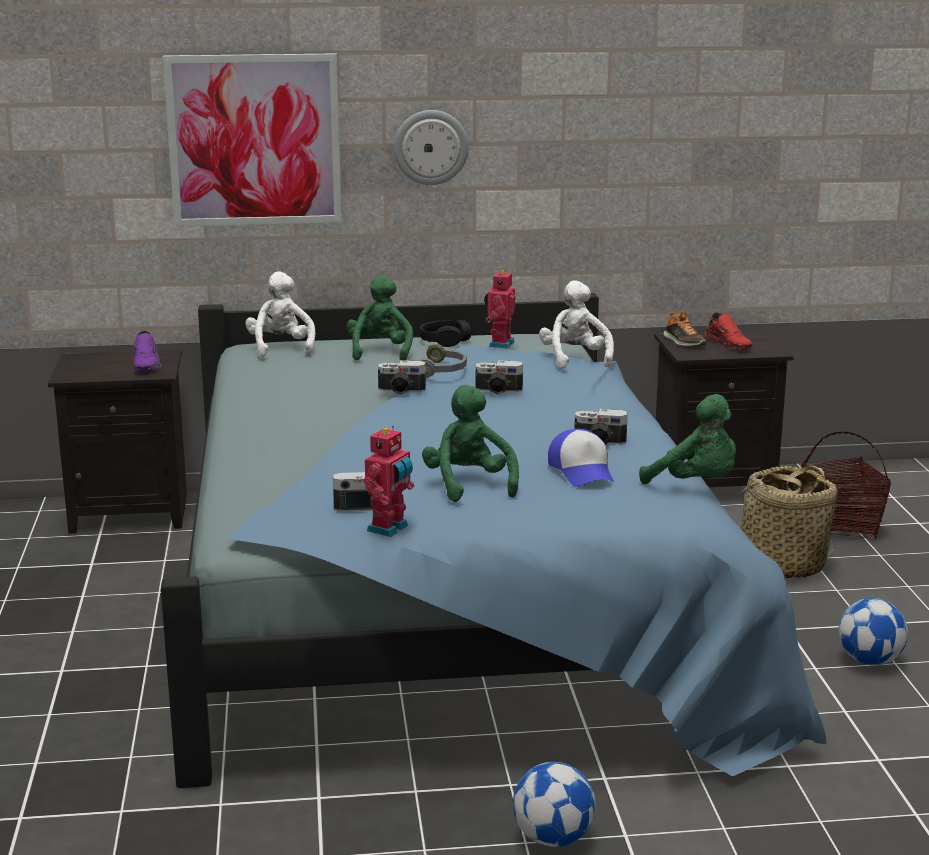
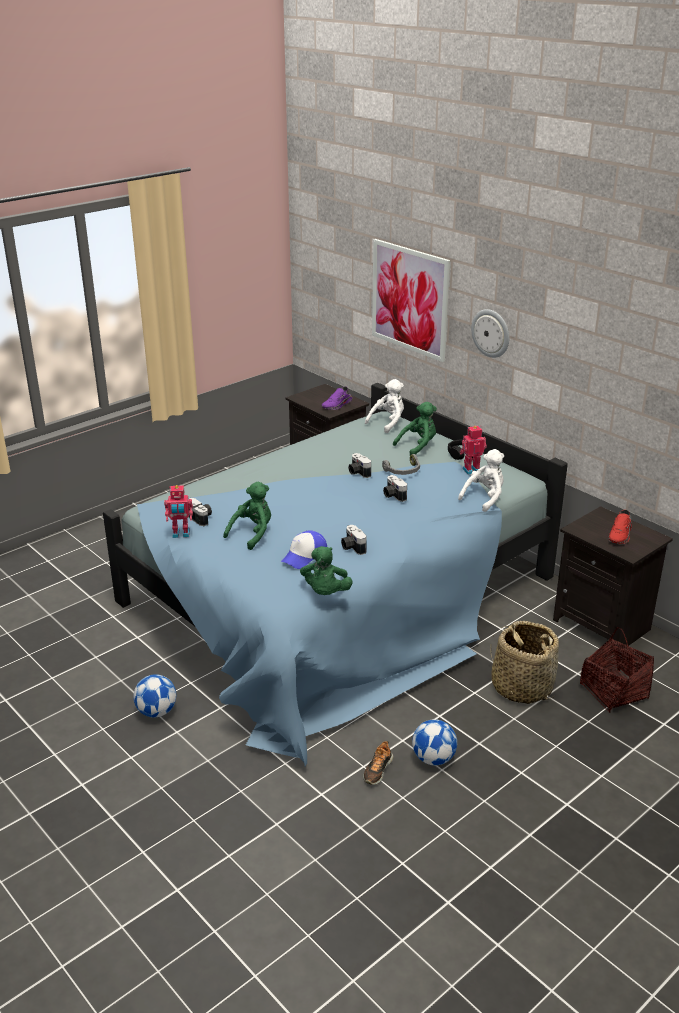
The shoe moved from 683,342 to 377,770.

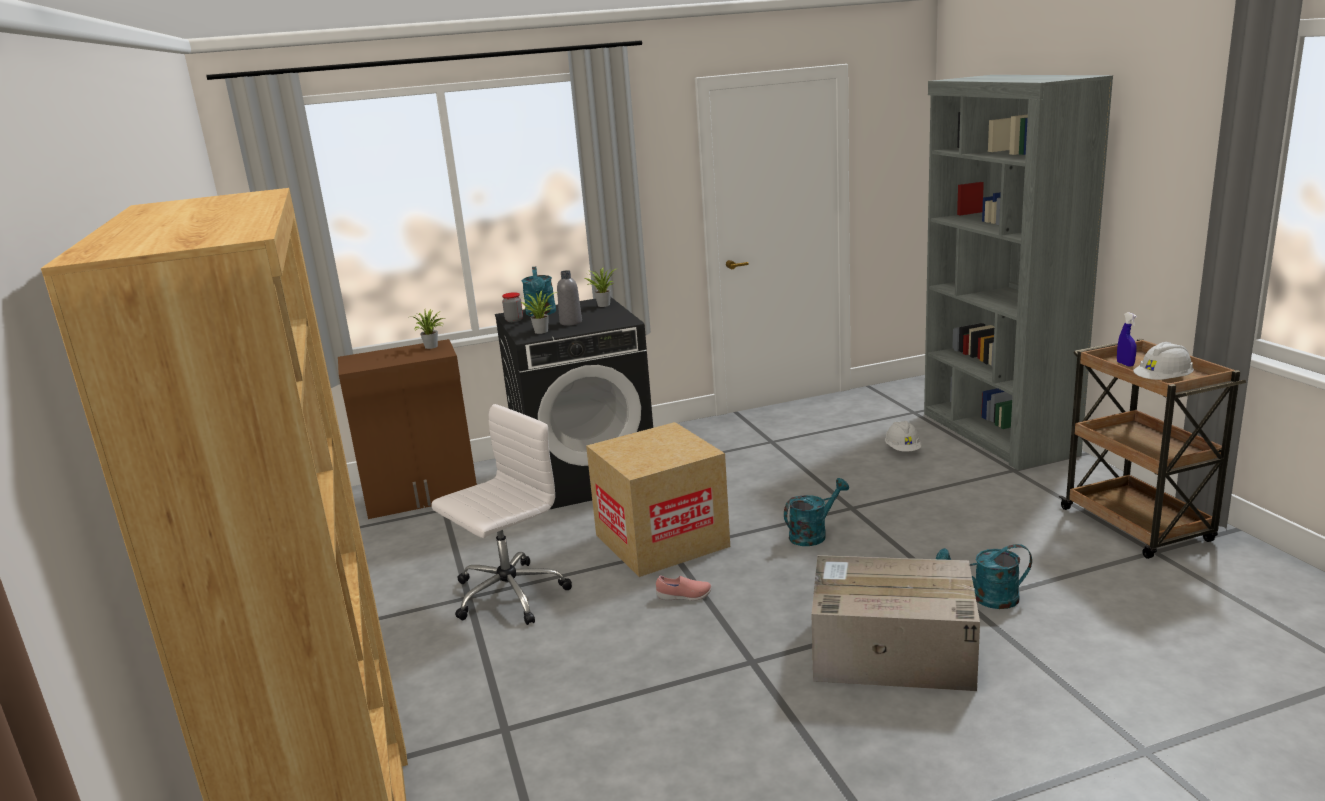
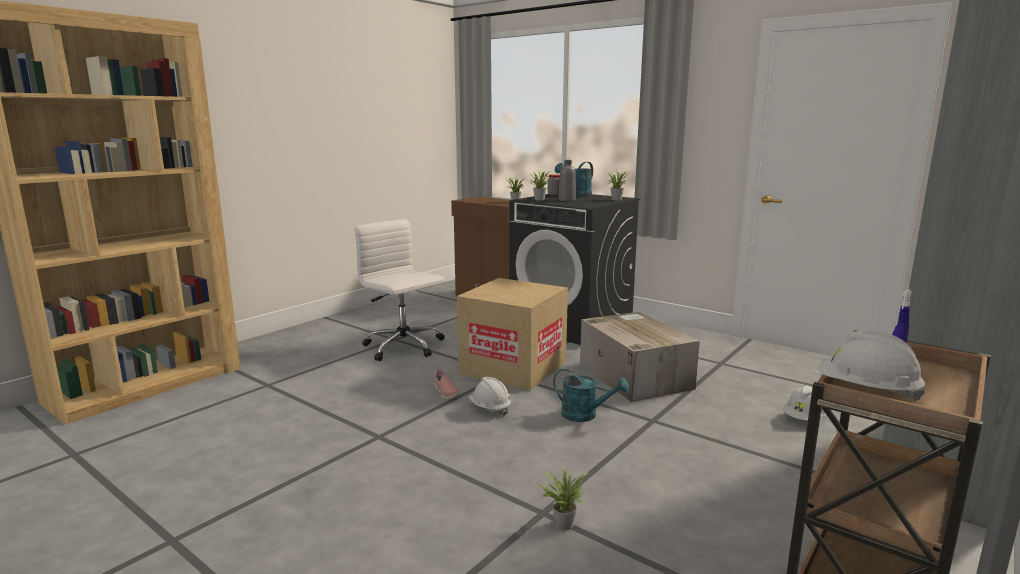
The white office chair at 507,595 turned 150 degrees counterclockwise.
The cardboard box moved from 889,651 to 633,375.
The turquoise watering can at 987,598 was replaced by the potted plant at 562,523.
The white hard hat at 490,408 appeared.

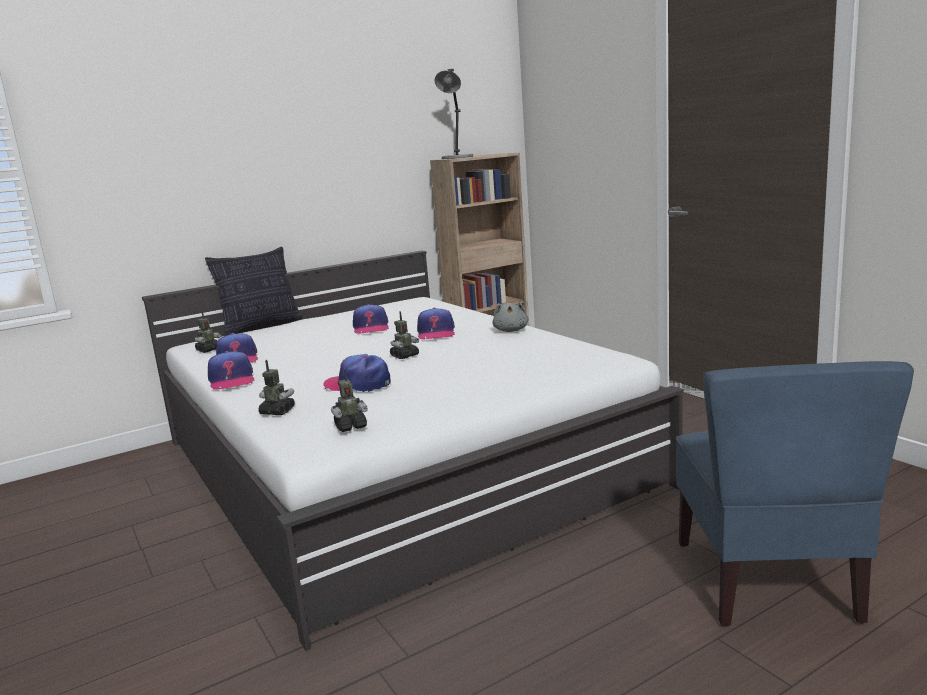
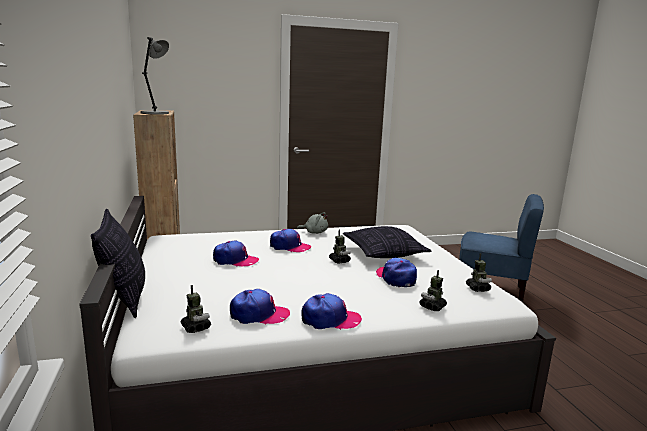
The cap at 358,384 turned 120 degrees clockwise.
The pillow at 383,253 appeared.

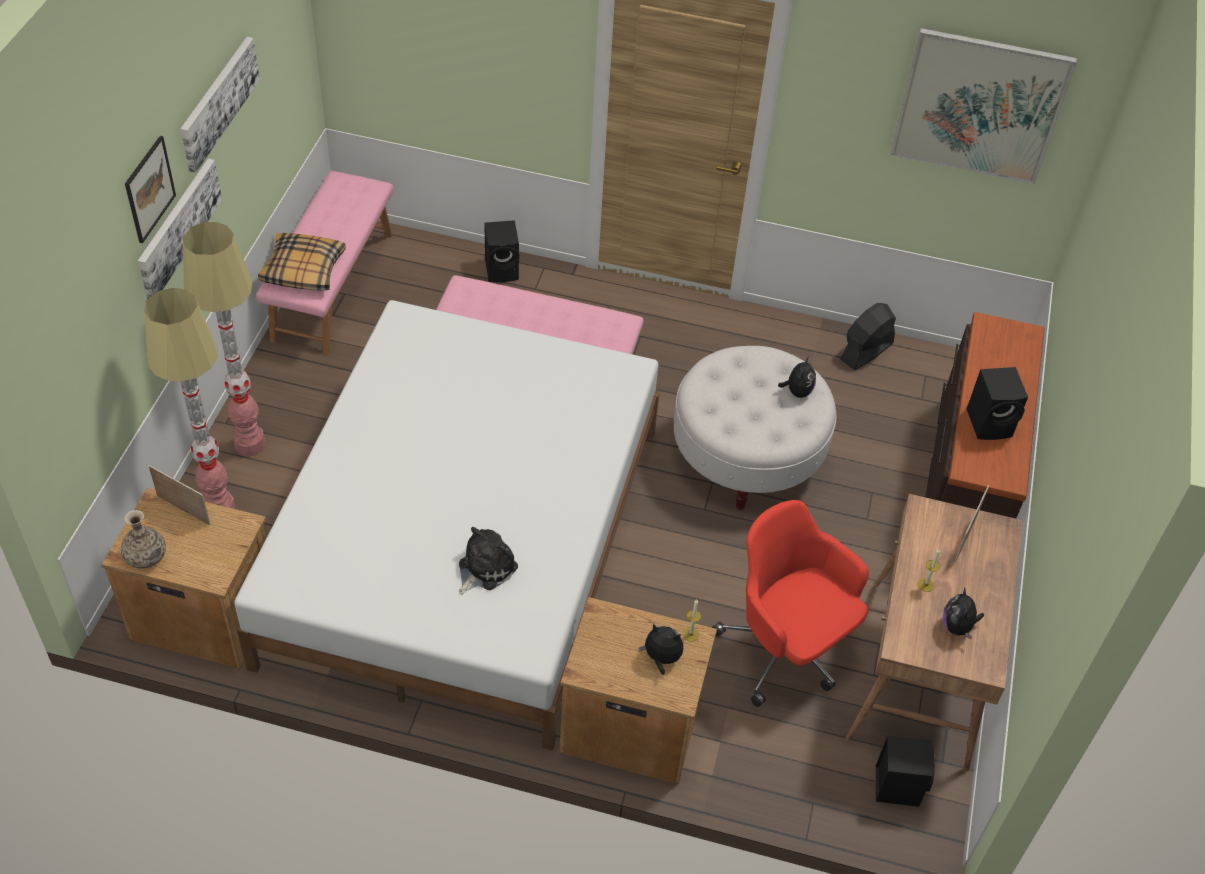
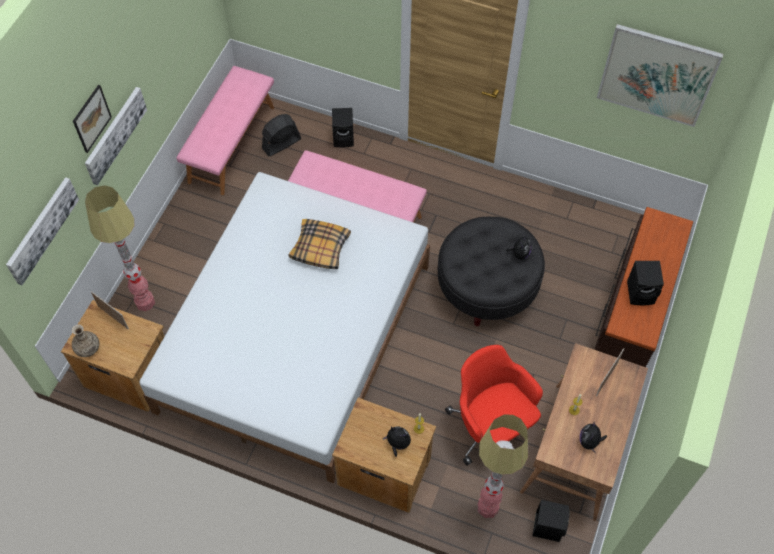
The picture moved from 218,102 to 41,230.
The floor lamp moved from 250,445 to 488,507.
The pillow moved from 303,270 to 320,248.
The plush toy at 484,568 disappeared.
The white ottoman at 746,455 became the black ottoman at 487,286.
The black fan moved from 866,351 to 281,144.

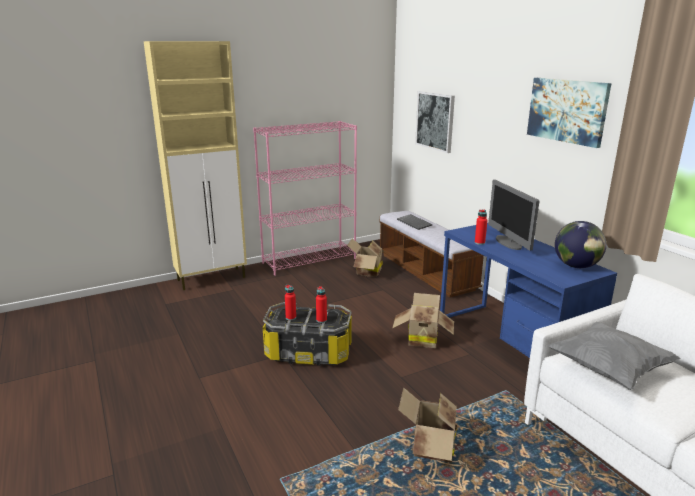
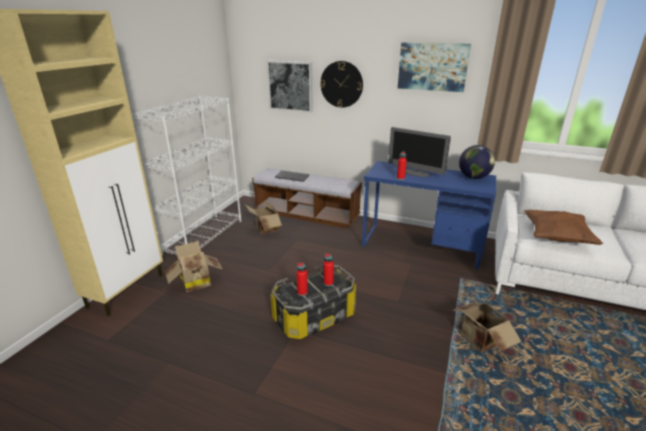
The pink bookcase at 310,260 became the white bookcase at 204,236.
The cardboard box moved from 422,339 to 194,282.
The grey pillow at 608,369 became the brown pillow at 556,237.
The wall clock at 341,84 appeared.

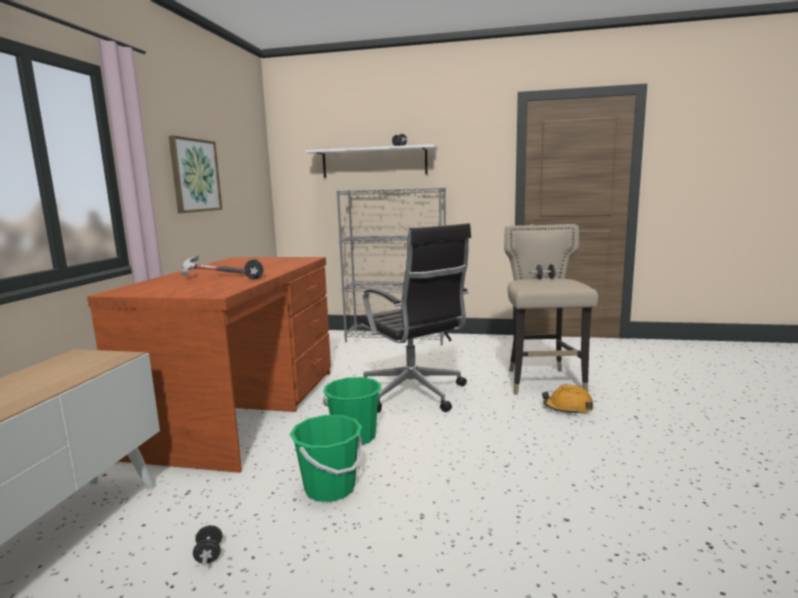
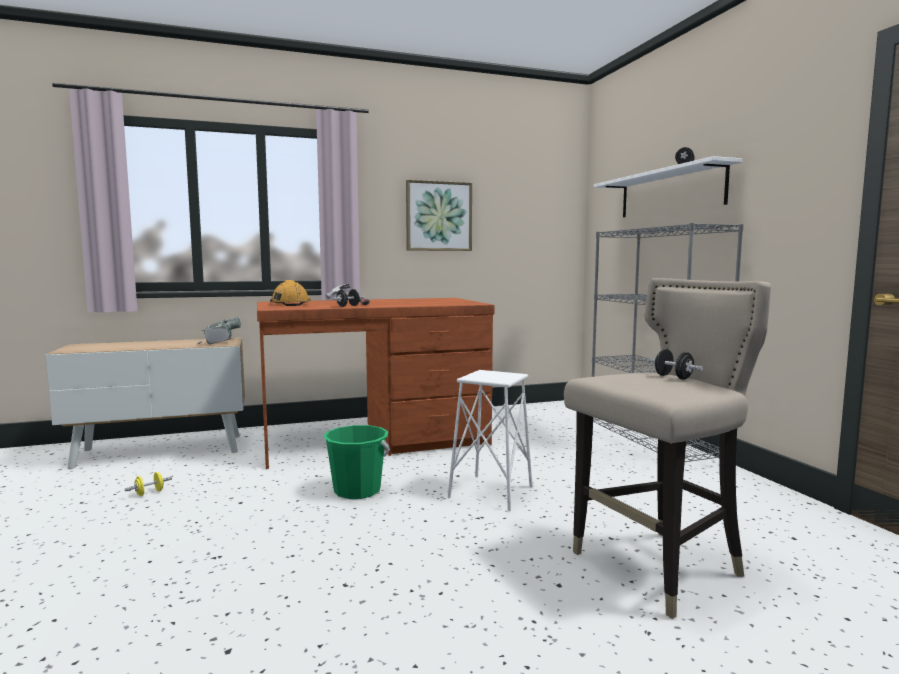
The black dumbbell at 209,555 became the yellow dumbbell at 149,493.
The green bucket at 330,488 disappeared.
The black office chair at 414,394 was replaced by the white stool at 491,492.
The orange hard hat moved from 568,408 to 290,304.
The power drill at 218,341 appeared.

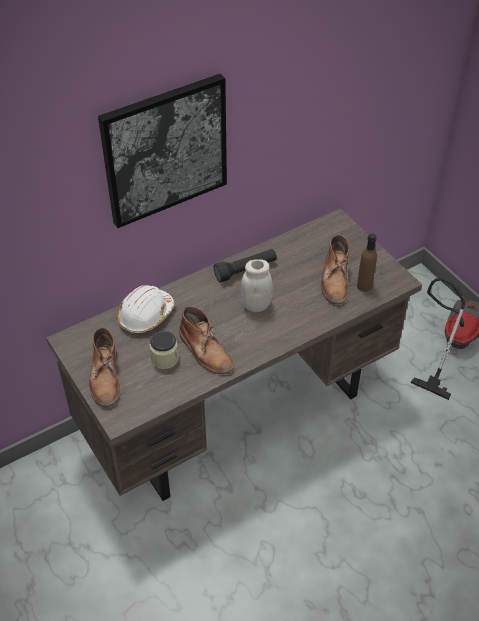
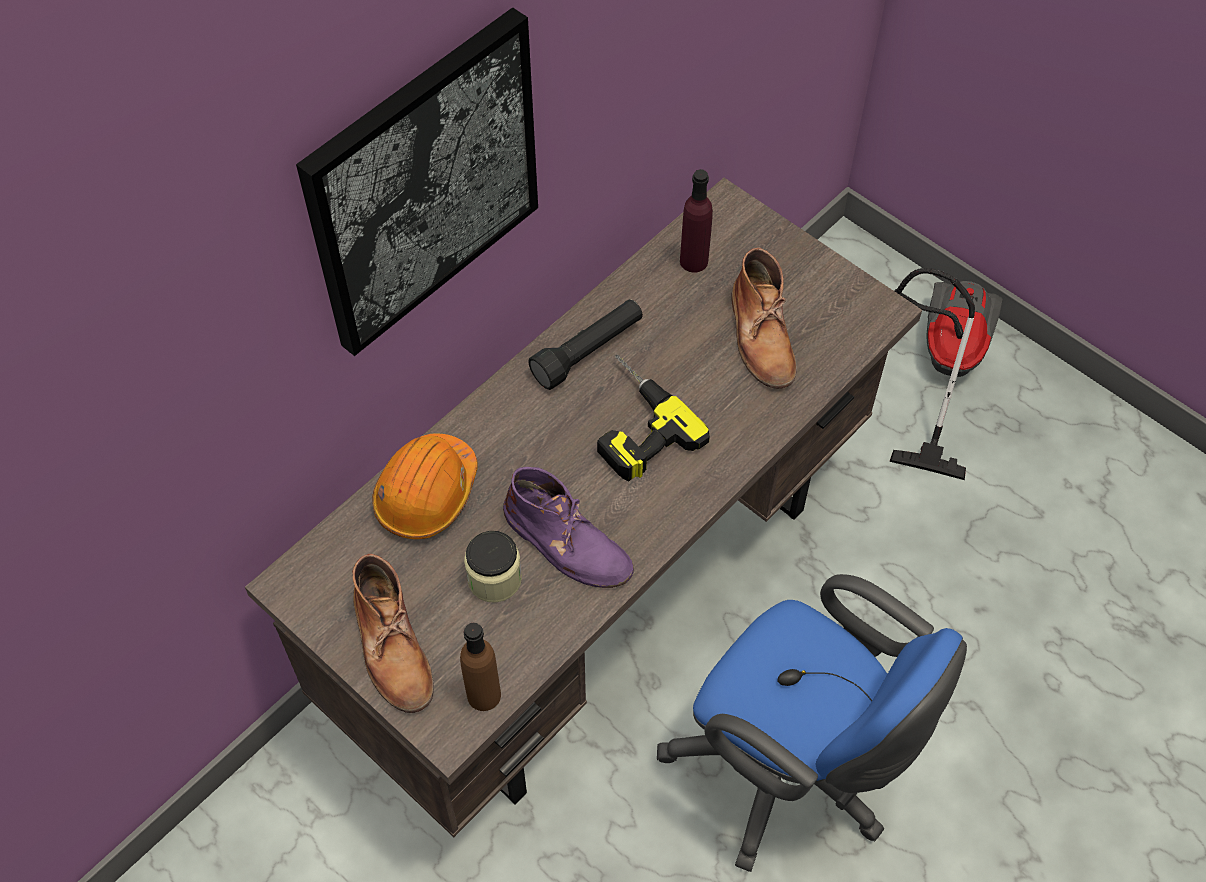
The white hard hat at 145,315 became the orange hard hat at 426,494.
The brown boot at 205,351 became the purple boot at 567,543.
The white jar at 256,305 was replaced by the power drill at 631,423.
The brown bottle moved from 364,286 to 483,695.
The blue office chair at 789,772 appeared.
The purple bottle at 694,261 appeared.

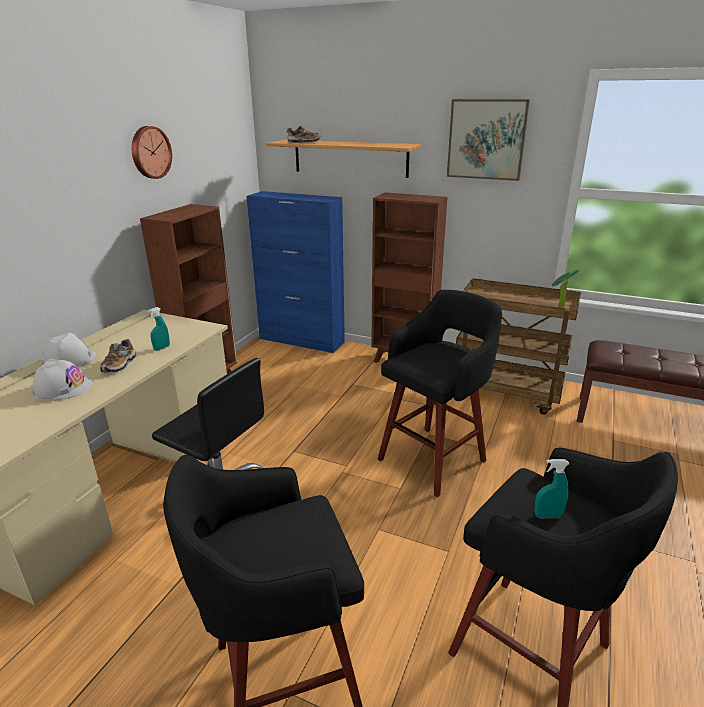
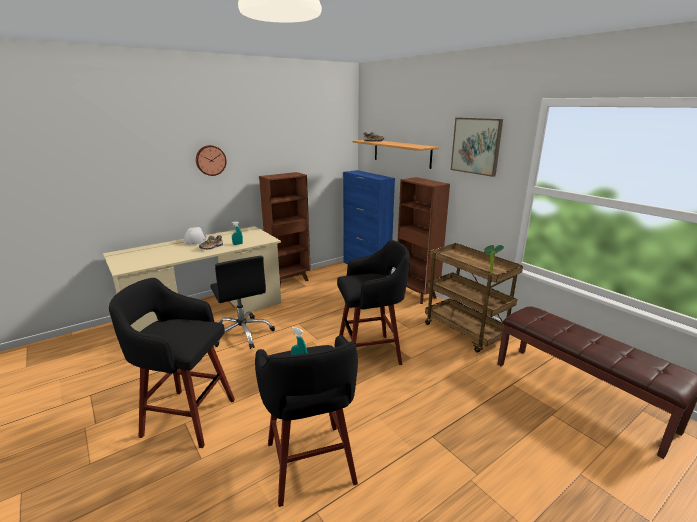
The white hard hat at 62,388 disappeared.
The wall clock moved from 150,152 to 210,160.

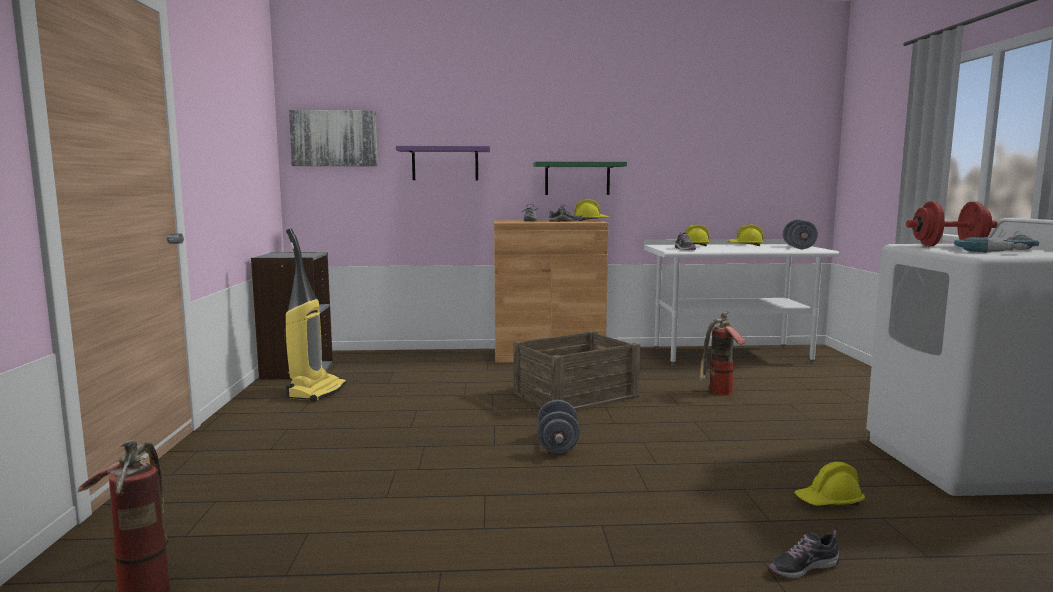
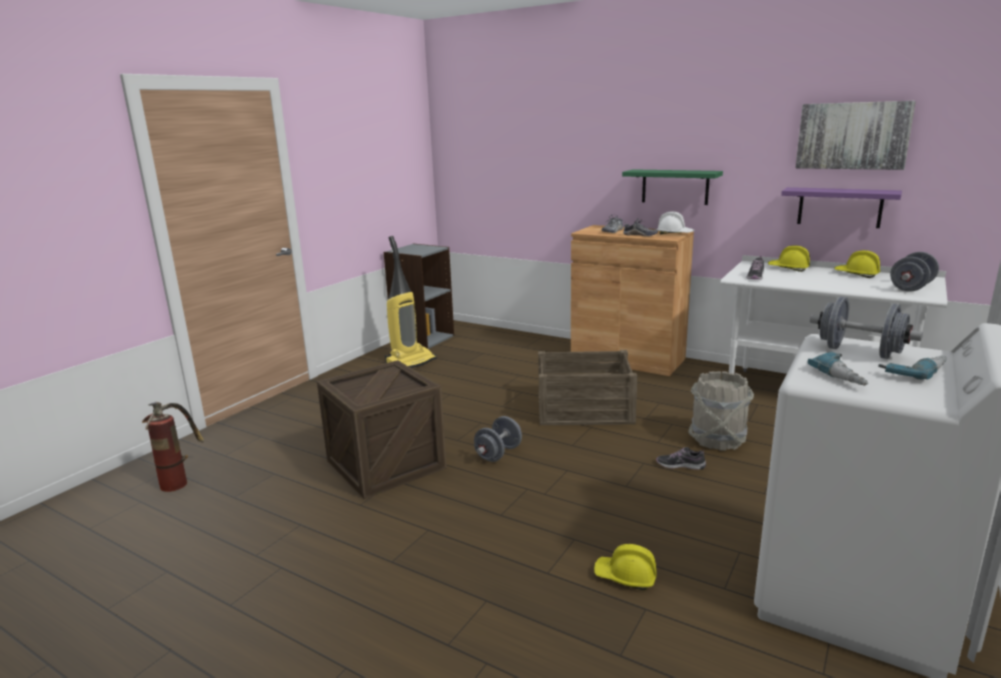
The picture moved from 334,138 to 852,136.
The purple shelf moved from 445,164 to 839,207.
The yellow hard hat at 590,220 became the white hard hat at 674,234.
The fire extinguisher at 718,394 was replaced by the grey bucket at 717,440.
The shoe moved from 803,567 to 680,465.
The red dumbbell at 948,246 became the grey dumbbell at 859,352.
The crate at 386,464 appeared.

